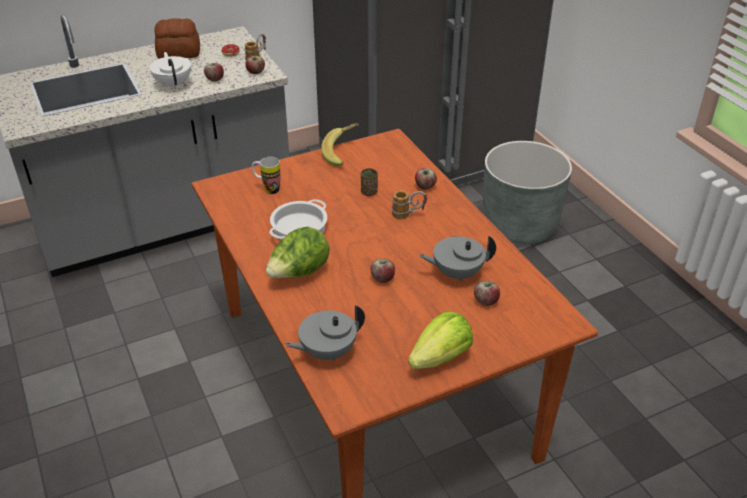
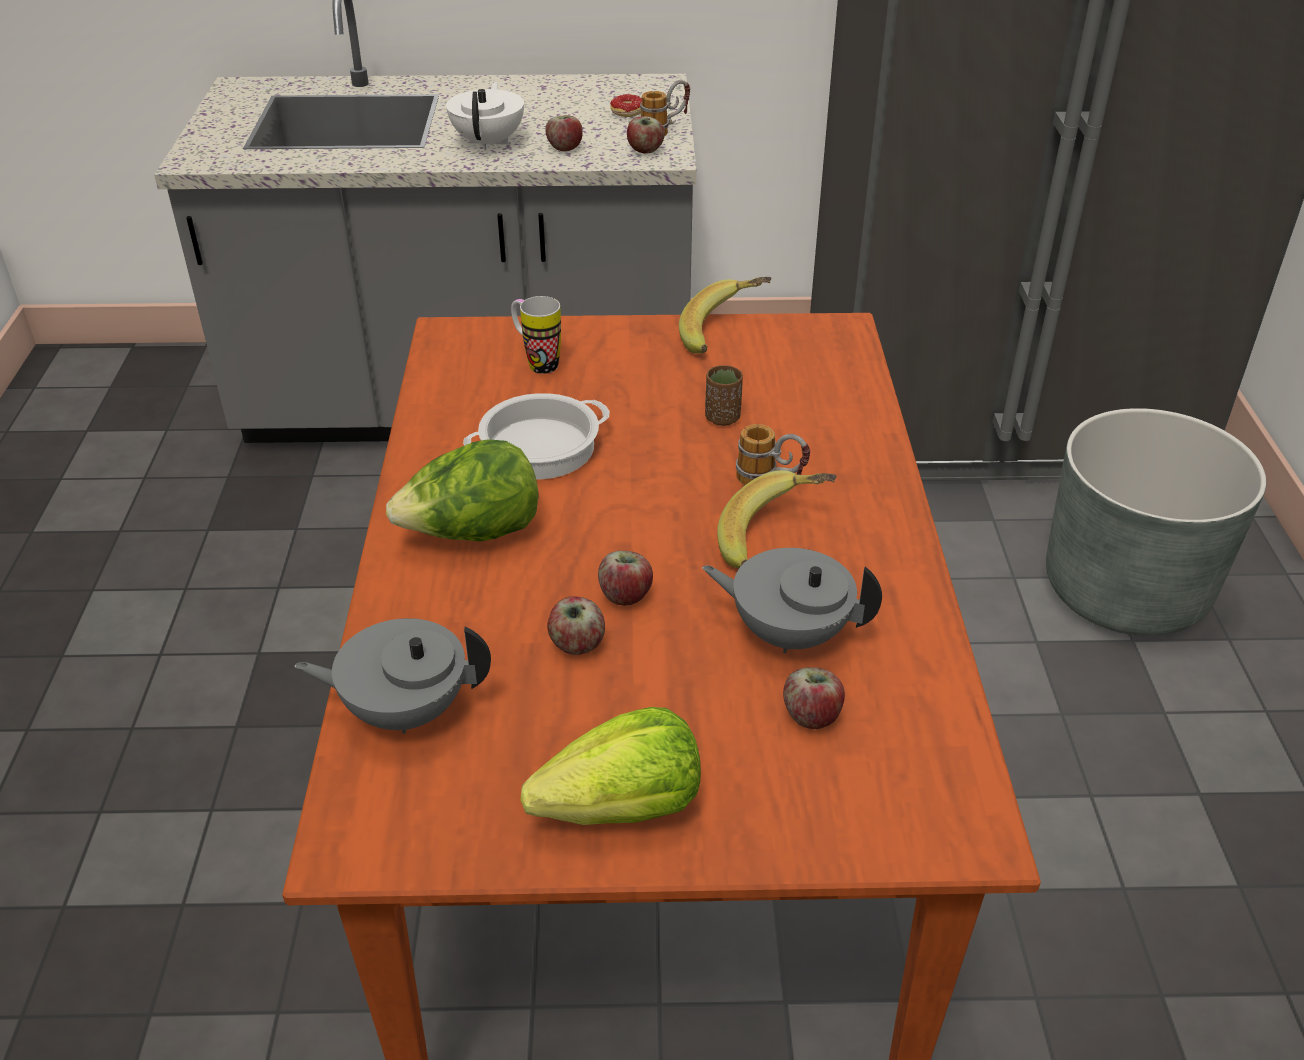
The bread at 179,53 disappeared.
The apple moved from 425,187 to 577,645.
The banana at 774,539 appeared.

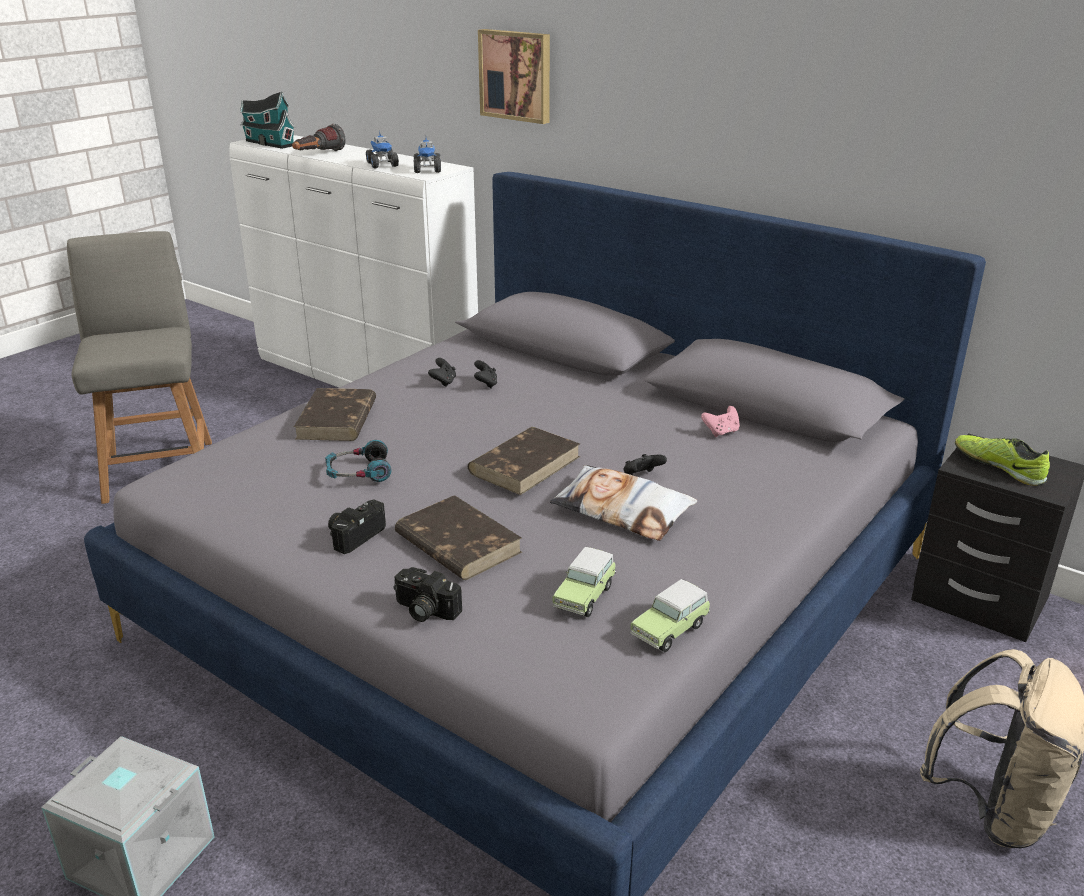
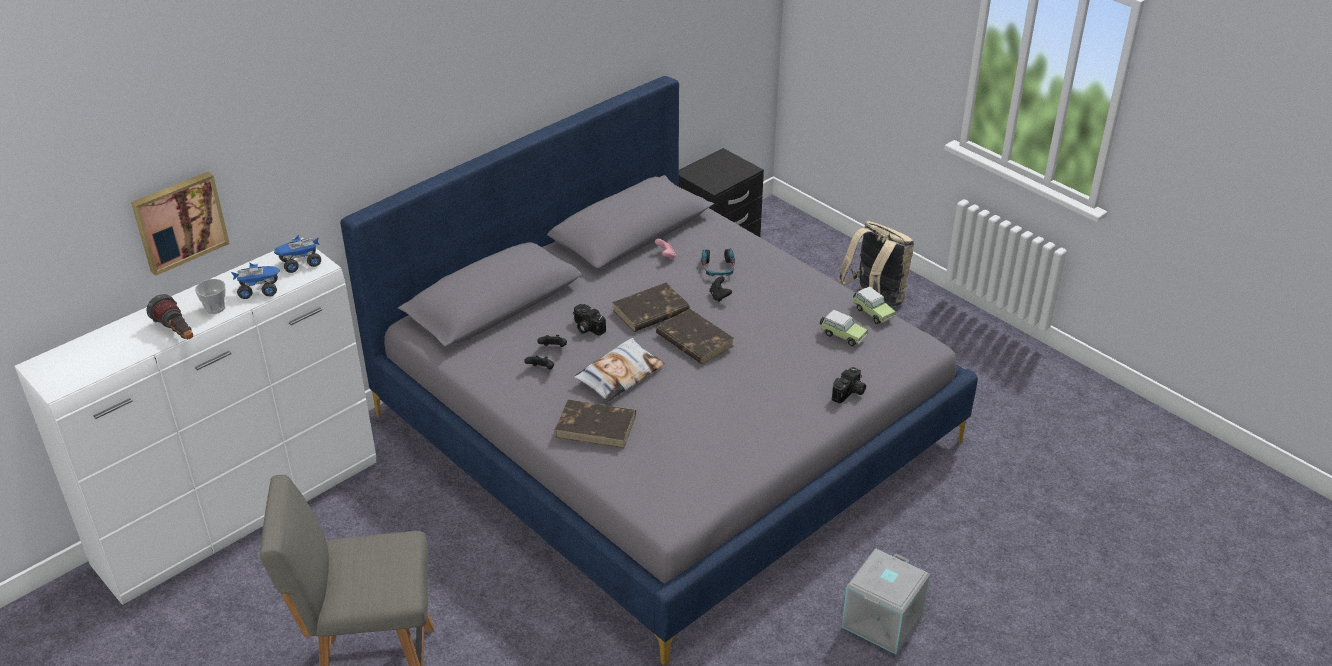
The toy house at 268,143 disappeared.
The headphones moved from 359,472 to 718,269.
The photo camera moved from 355,535 to 586,327.
The brown book moved from 457,543 to 650,311.
The toy truck at 428,170 turned 150 degrees clockwise.
The picture moved from 516,75 to 179,221.
The pillow moved from 622,511 to 619,375.
The shoe at 998,466 disappeared.
The cup at 215,308 appeared.

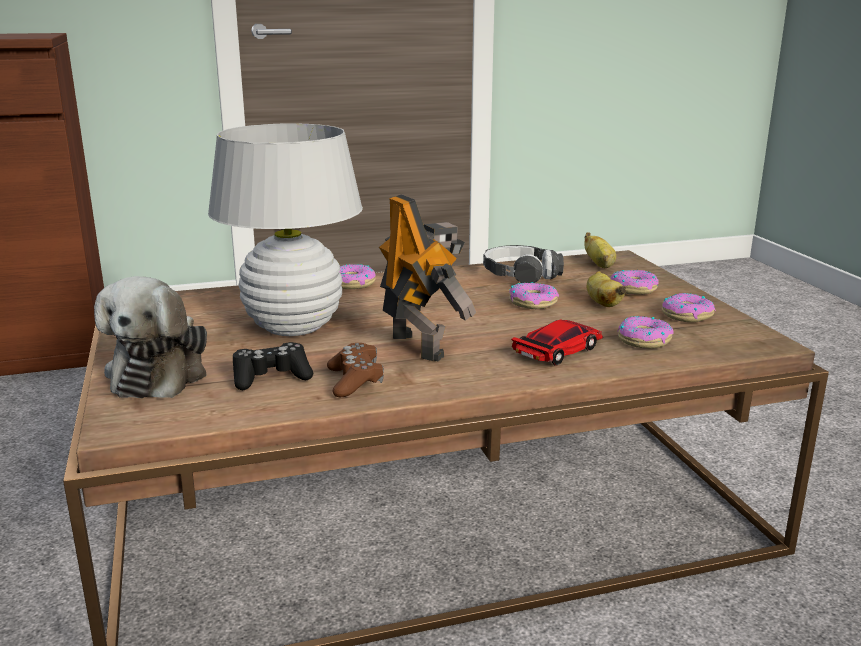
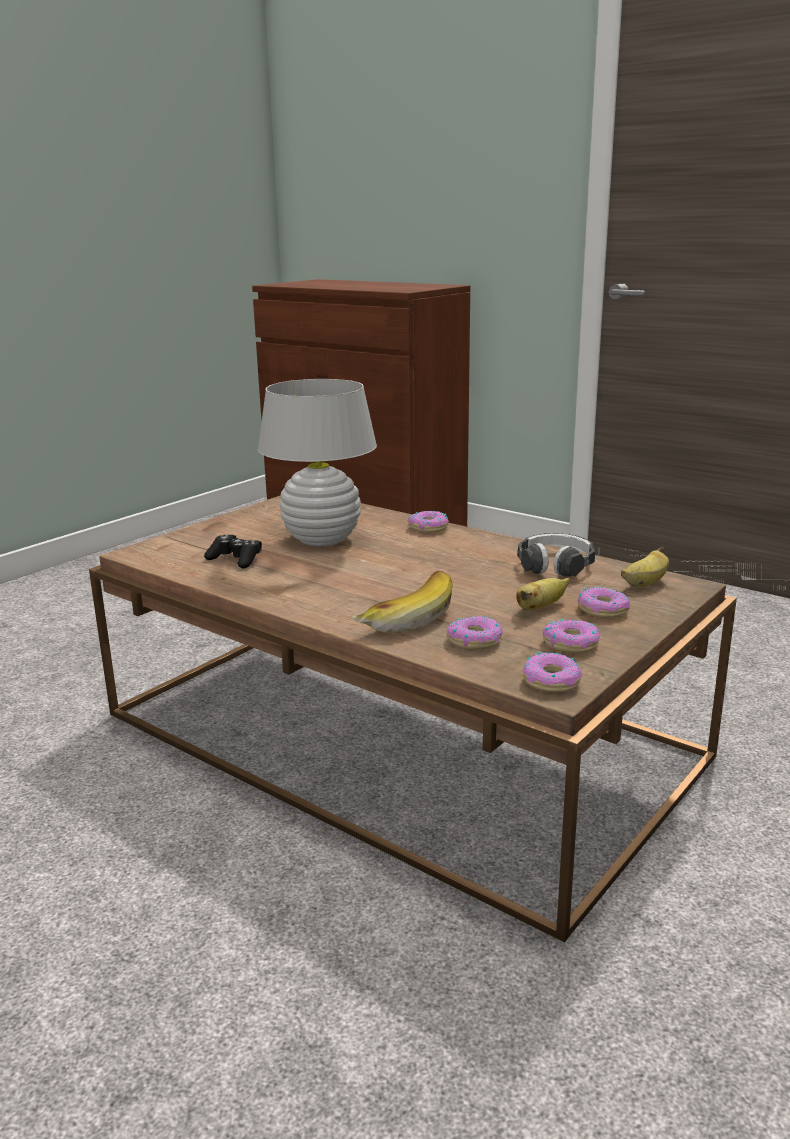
The plush toy at 160,372 disappeared.
The brown game controller at 355,381 disappeared.
The toy robot at 420,345 disappeared.
The donut moved from 532,303 to 552,681.
The toy car at 558,349 was replaced by the banana at 403,617.

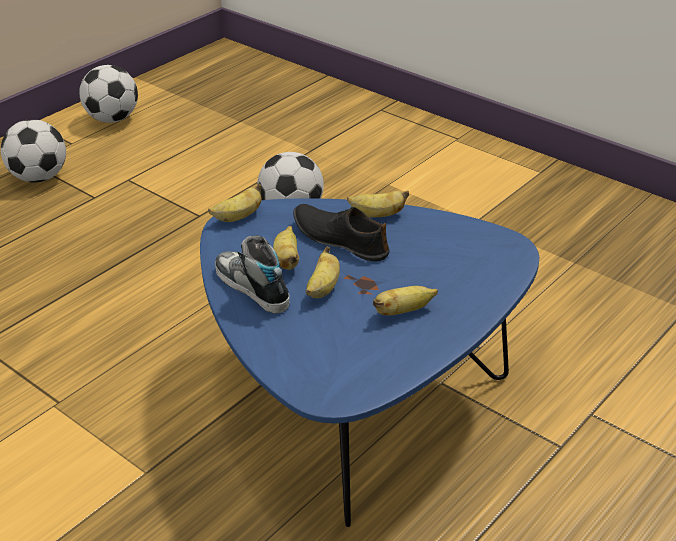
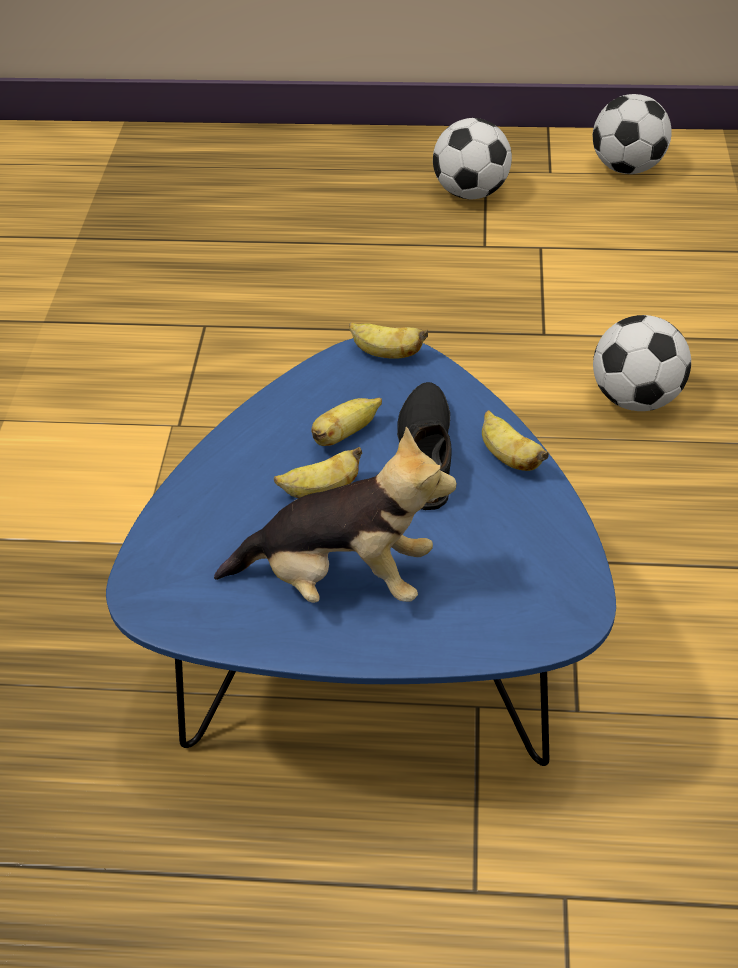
The shoe at 252,287 disappeared.
The banana at 403,311 was replaced by the plush toy at 340,579.

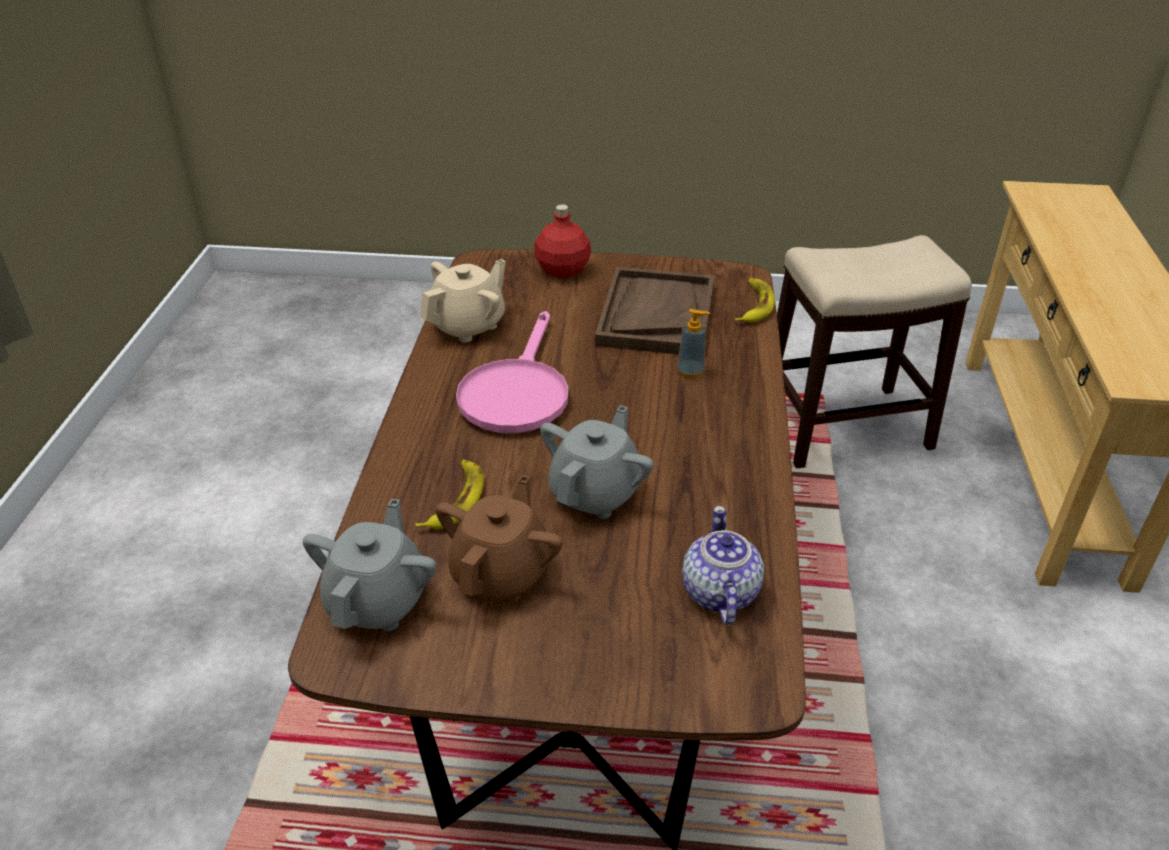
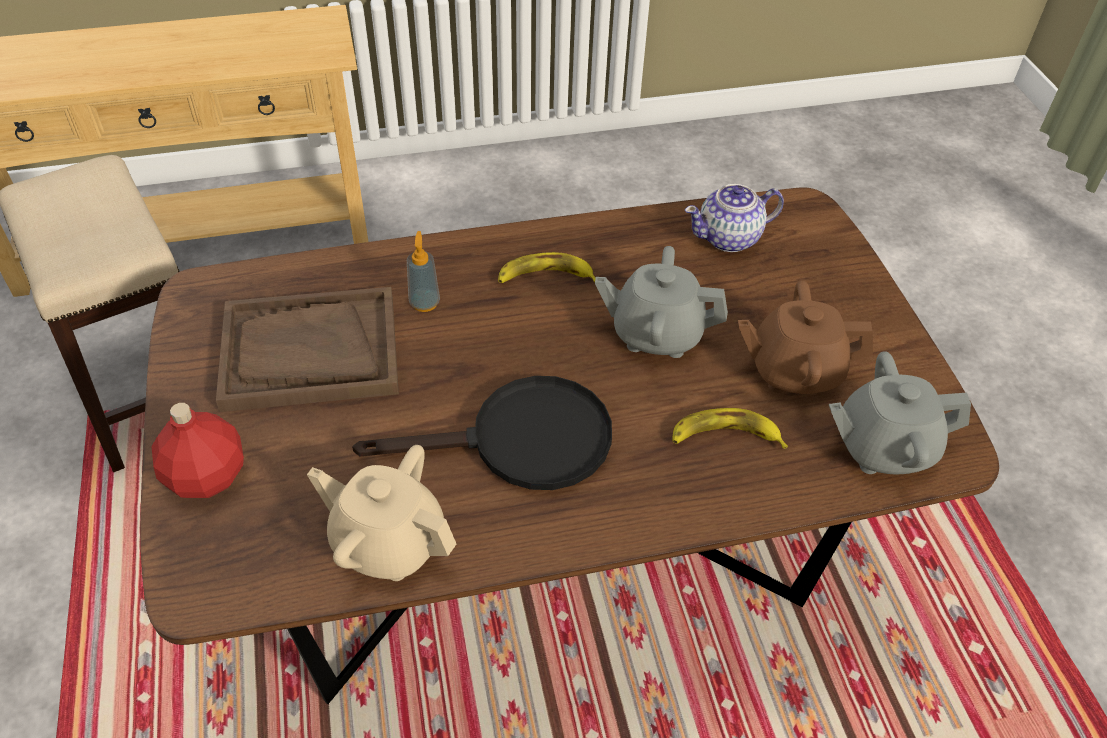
The pink frying pan at 516,392 became the black frying pan at 521,442.
The banana moved from 754,305 to 545,276.

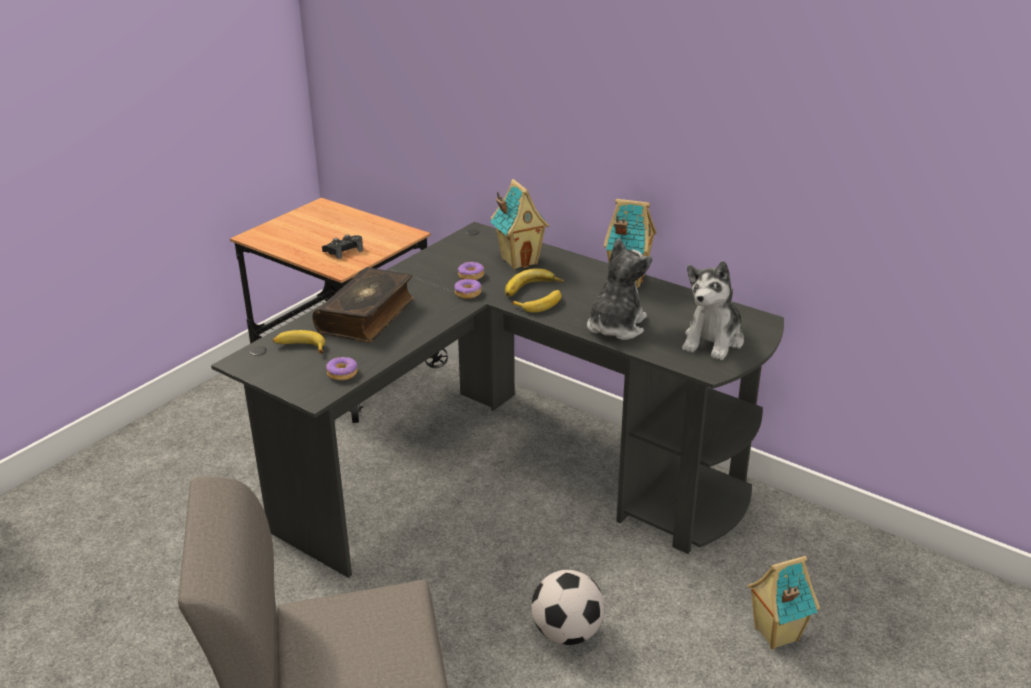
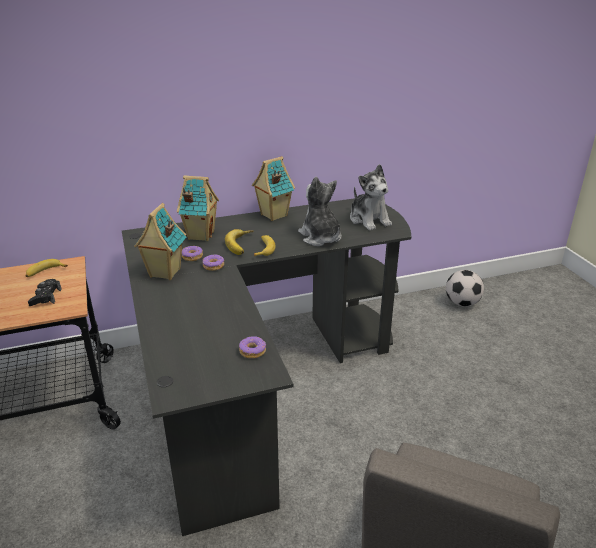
The banana moved from 300,347 to 45,272.
The book at 367,316 disappeared.
The football moved from 567,633 to 462,303.
The toy house moved from 775,634 to 164,273.

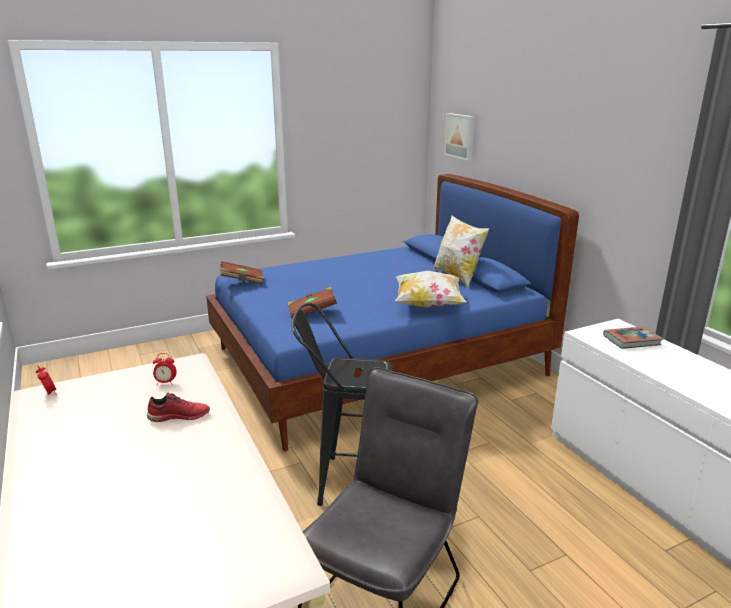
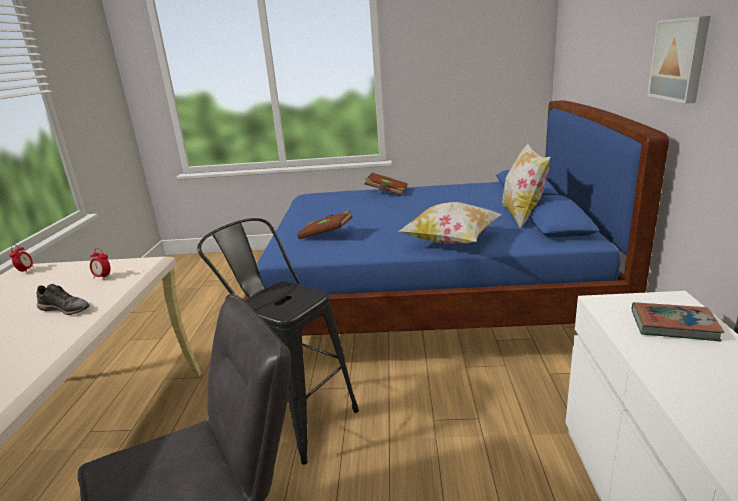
The red shoe at 179,416 became the grey shoe at 66,309.
The brown book moved from 242,281 to 386,192.
The picture moved from 460,136 to 680,59.

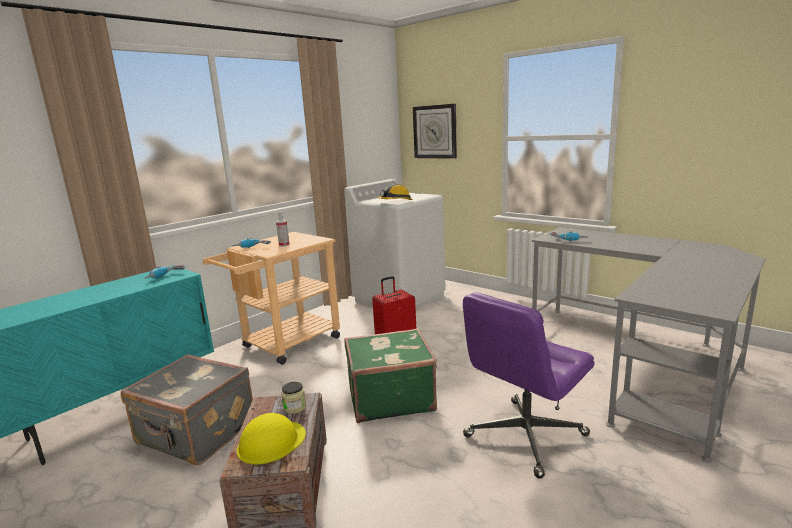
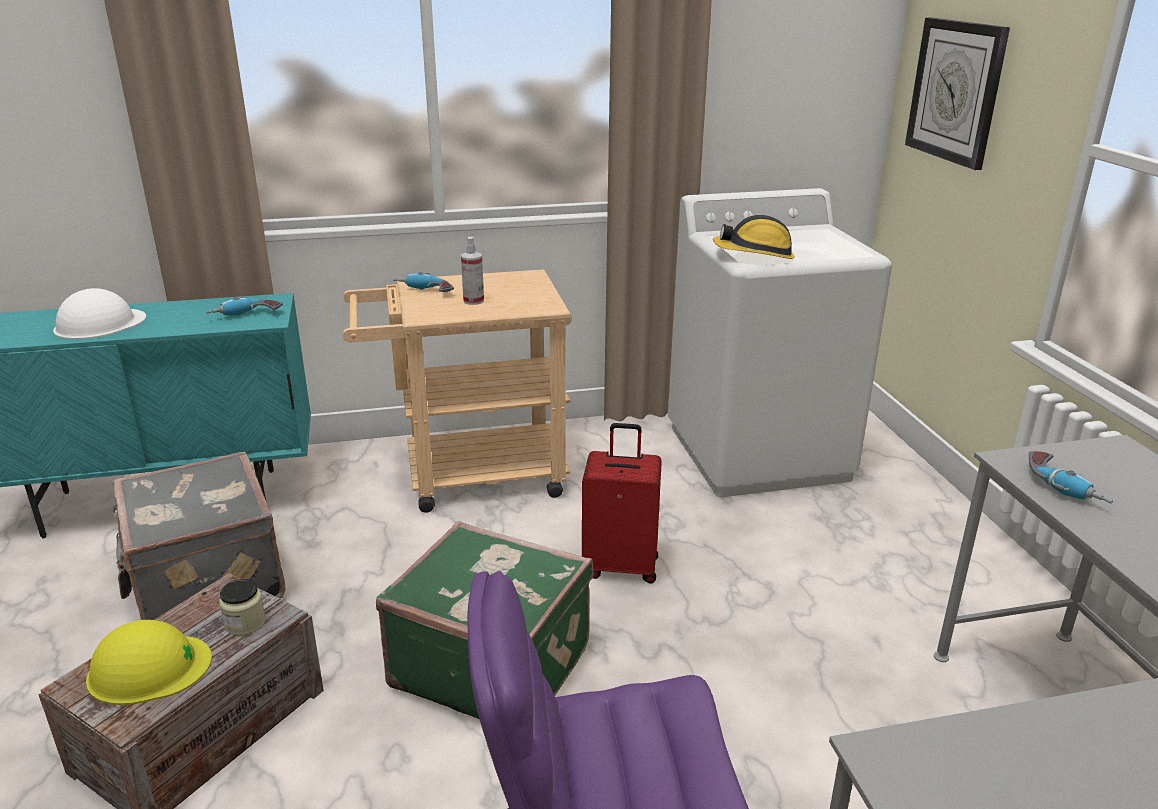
The white hard hat at 100,324 appeared.

